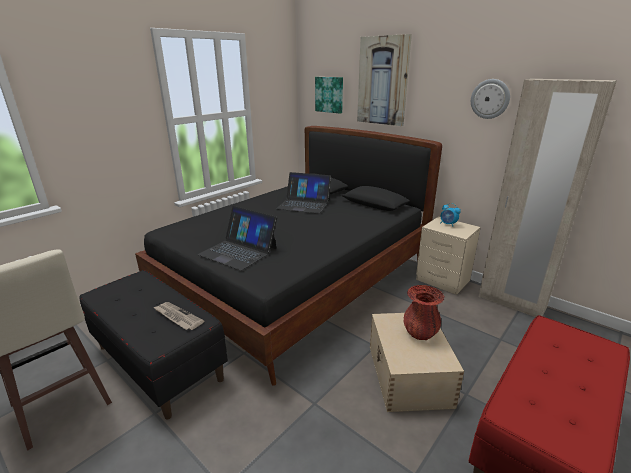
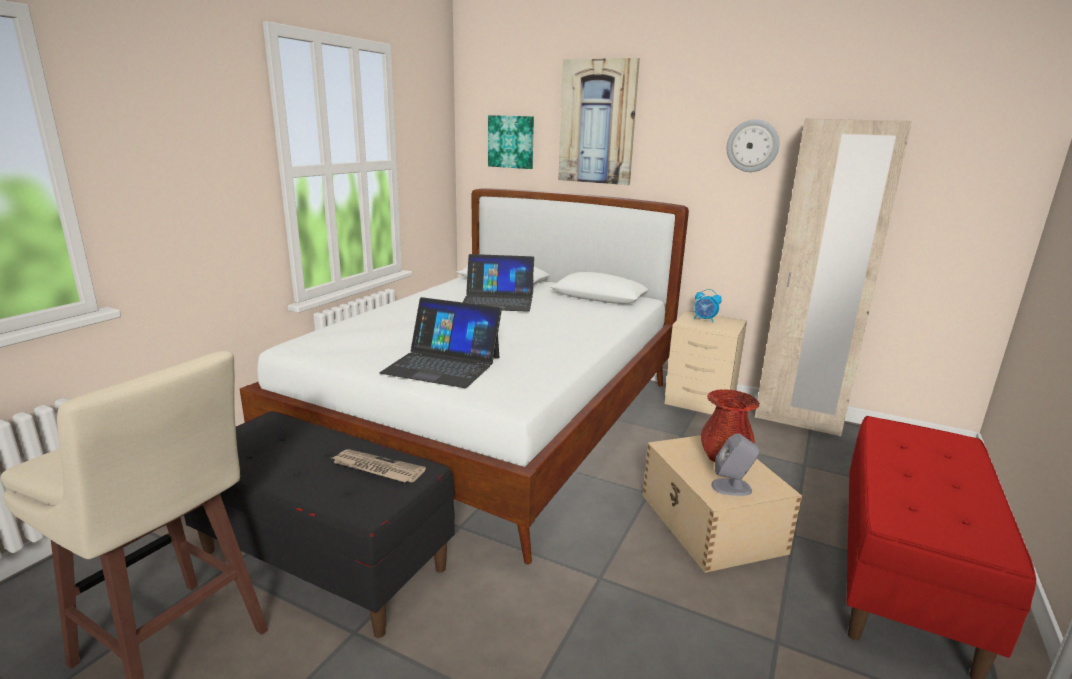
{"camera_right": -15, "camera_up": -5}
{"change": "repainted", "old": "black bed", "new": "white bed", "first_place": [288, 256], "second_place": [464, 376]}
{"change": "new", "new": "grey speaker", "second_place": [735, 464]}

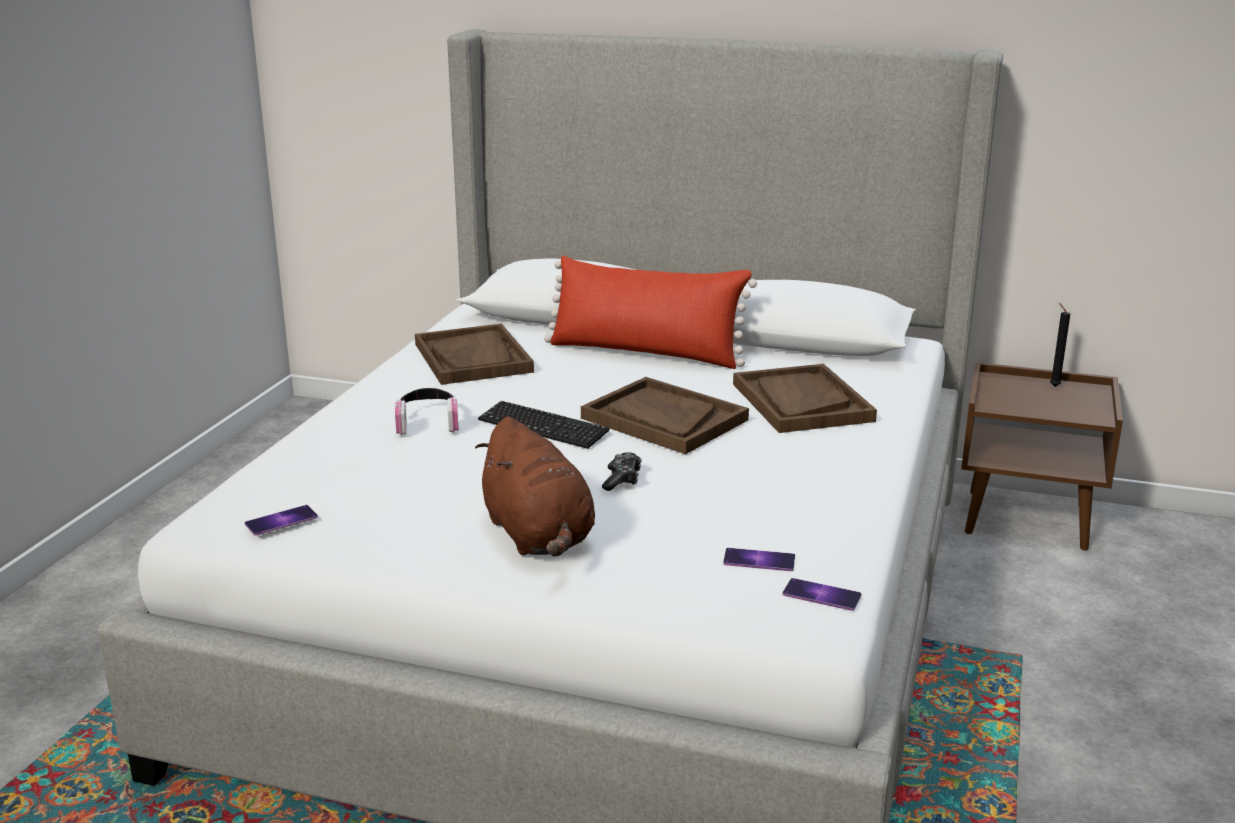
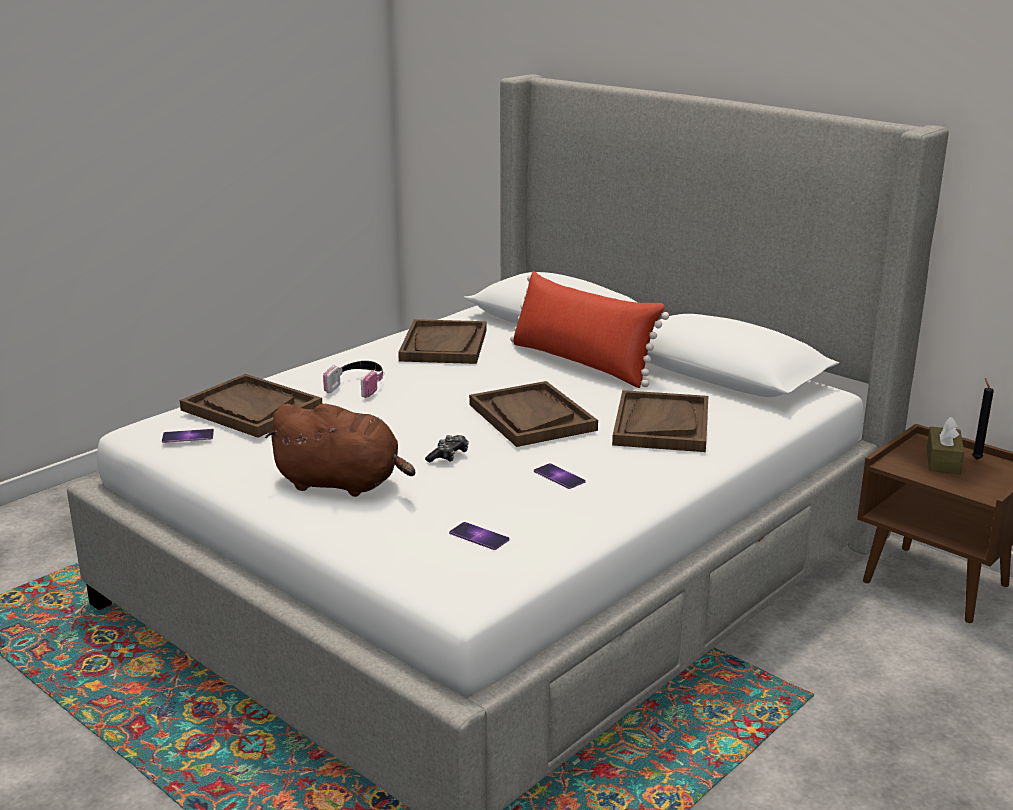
{"camera_right": 25, "camera_up": 0}
{"change": "gone", "old": "keyboard", "first_place": [544, 425]}
{"change": "rotated", "old": "brown plush toy", "first_place": [535, 486], "second_place": [340, 450], "degrees": -75}
{"change": "shifted", "old": "phone", "first_place": [822, 594], "second_place": [560, 476]}
{"change": "new", "new": "brown tray", "second_place": [251, 406]}
{"change": "new", "new": "brown tissue box", "second_place": [945, 445]}

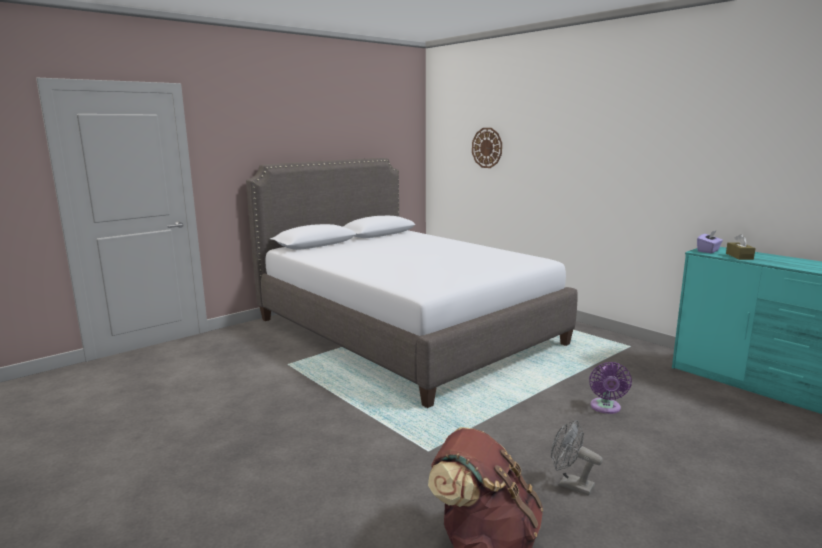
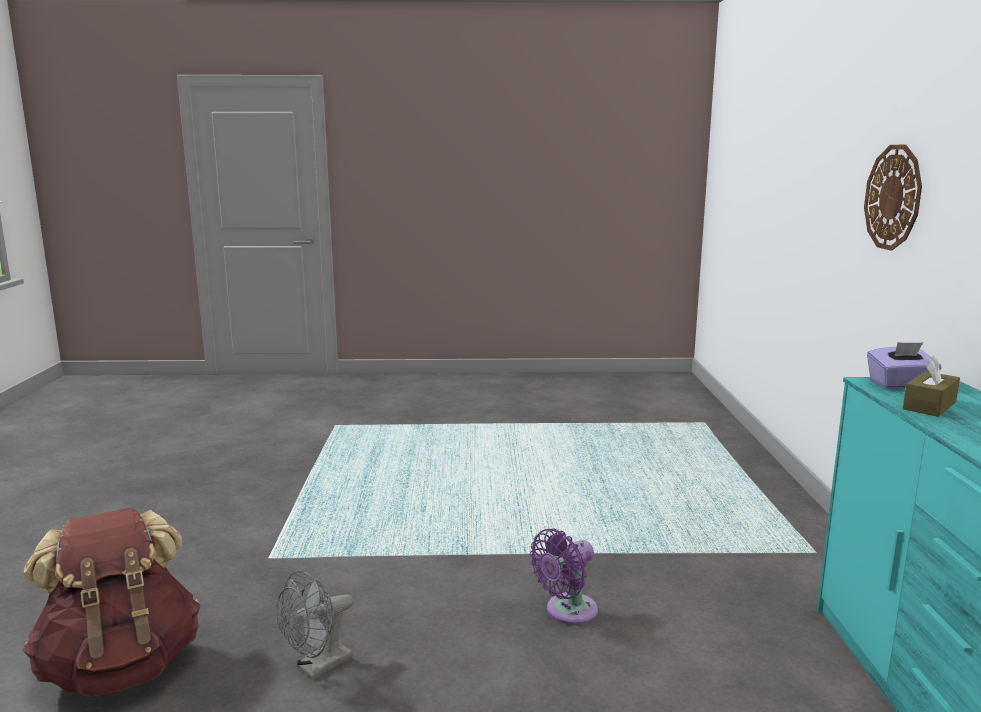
{"camera_right": 40, "camera_up": 0}
{"change": "shifted", "old": "wall clock", "first_place": [487, 148], "second_place": [893, 198]}
{"change": "gone", "old": "grey bed", "first_place": [412, 283]}
{"change": "rotated", "old": "grey fan", "first_place": [577, 458], "second_place": [315, 625], "degrees": -120}

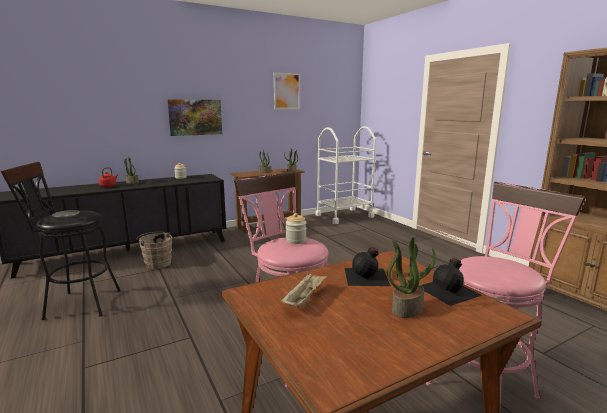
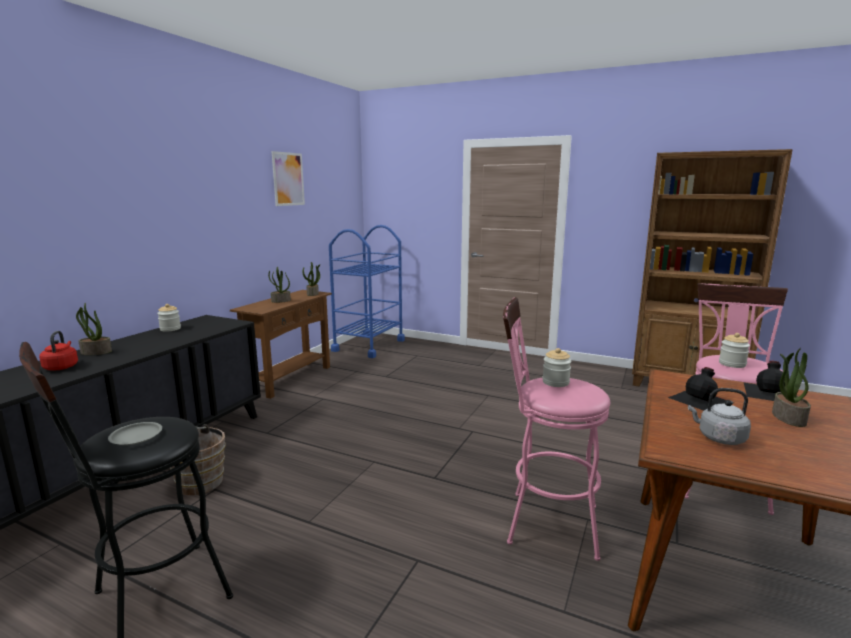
{"camera_right": -35, "camera_up": 0}
{"change": "gone", "old": "picture", "first_place": [194, 117]}
{"change": "repainted", "old": "white cart", "new": "blue cart", "first_place": [345, 175], "second_place": [367, 291]}
{"change": "swapped", "old": "beige tray", "new": "grey kettle", "first_place": [303, 289], "second_place": [719, 416]}
{"change": "new", "new": "jar", "second_place": [734, 350]}

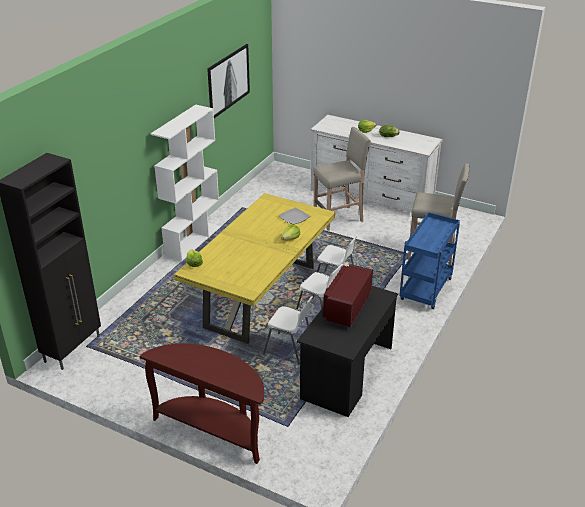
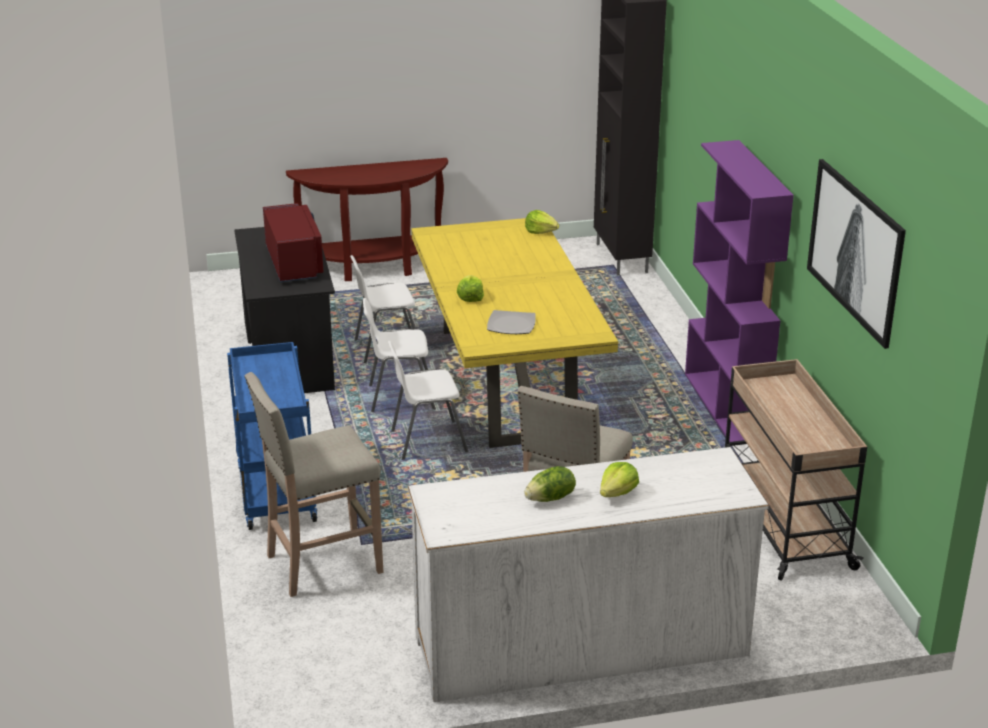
{"camera_right": 140, "camera_up": -5}
{"change": "repainted", "old": "white bookcase", "new": "purple bookcase", "first_place": [186, 183], "second_place": [739, 291]}
{"change": "new", "new": "beige cart", "second_place": [796, 470]}

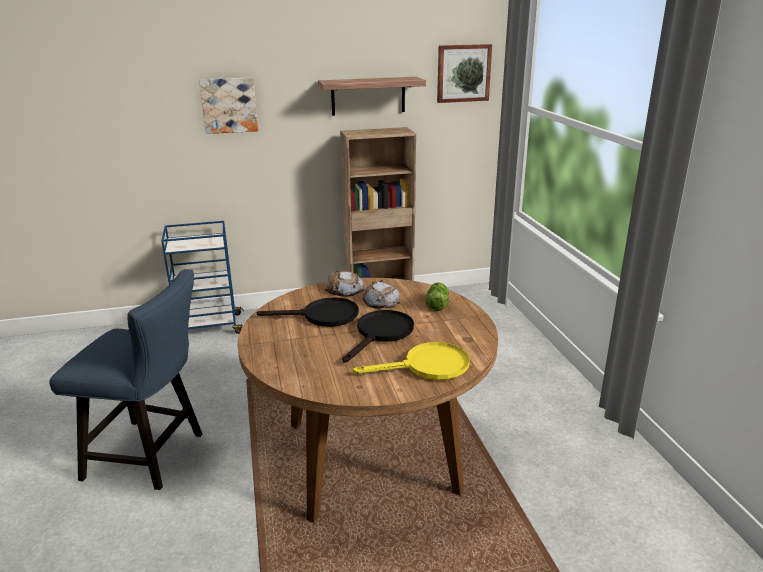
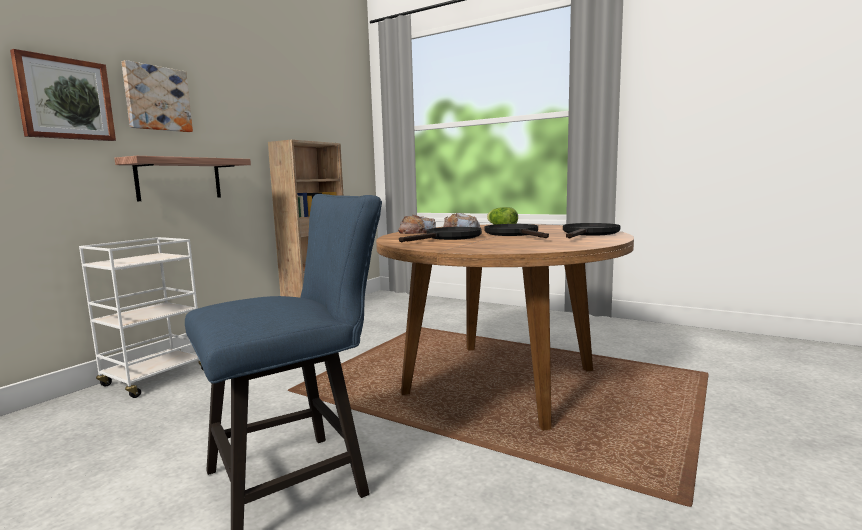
{"camera_right": -45, "camera_up": -15}
{"change": "shifted", "old": "picture", "first_place": [464, 73], "second_place": [63, 95]}
{"change": "shifted", "old": "shelf", "first_place": [372, 96], "second_place": [182, 178]}
{"change": "repainted", "old": "blue cart", "new": "white cart", "first_place": [202, 277], "second_place": [141, 317]}
{"change": "repainted", "old": "yellow frying pan", "new": "black frying pan", "first_place": [411, 361], "second_place": [591, 230]}

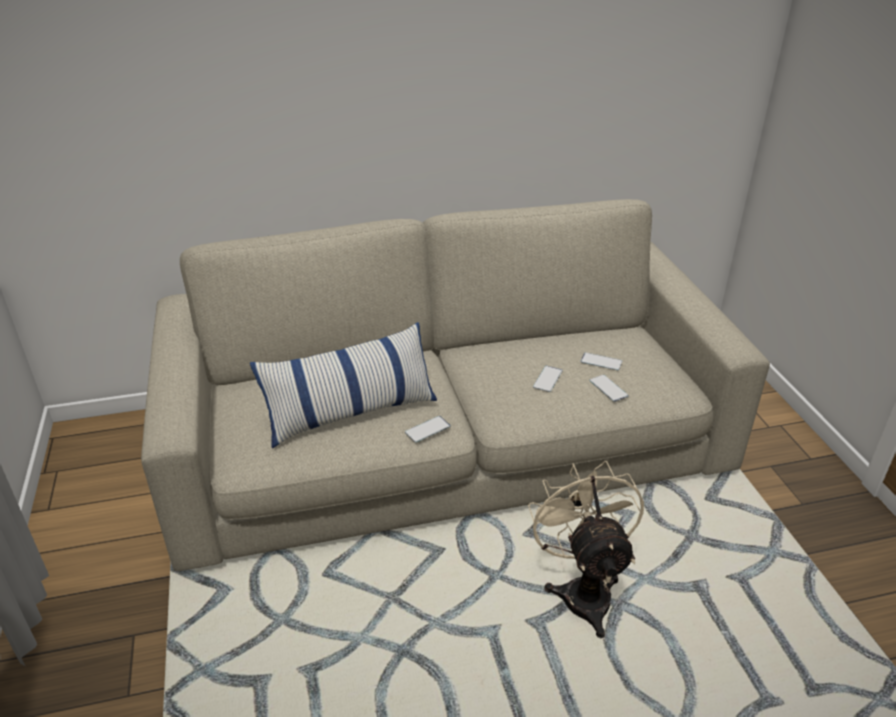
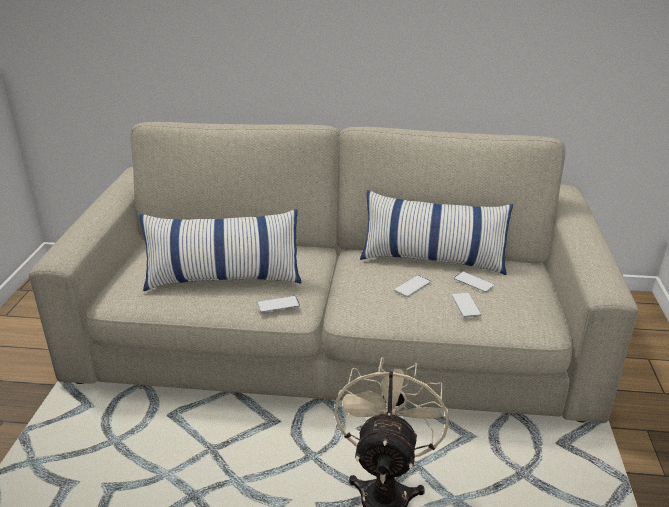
{"camera_right": 20, "camera_up": -5}
{"change": "new", "new": "pillow", "second_place": [436, 232]}

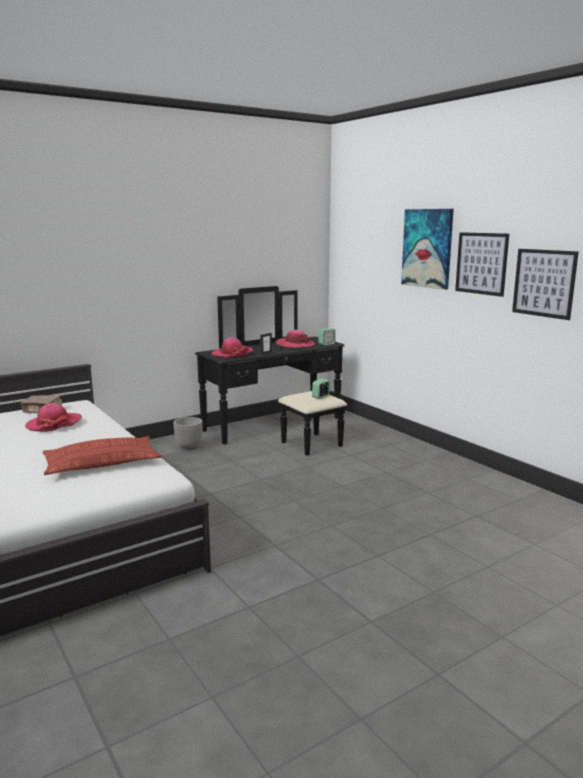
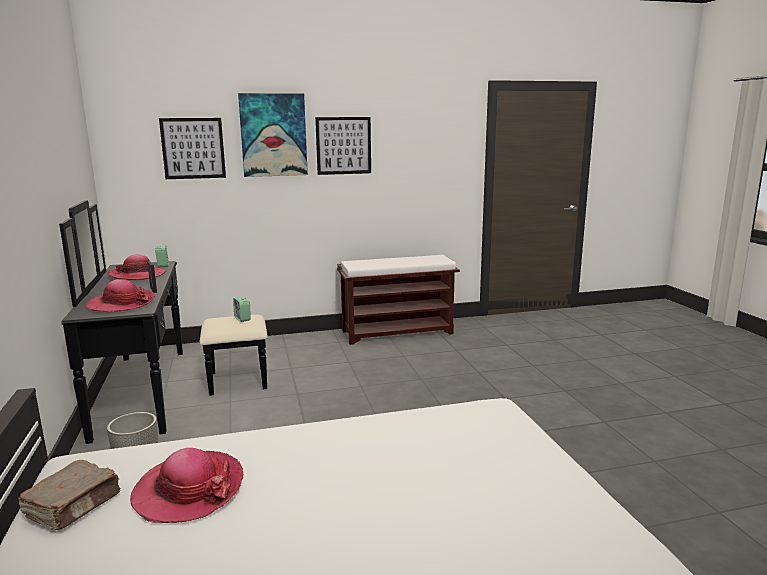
{"camera_right": -70, "camera_up": 0}
{"change": "shifted", "old": "picture", "first_place": [545, 284], "second_place": [192, 148]}
{"change": "gone", "old": "pillow", "first_place": [102, 455]}
{"change": "new", "new": "brown bench", "second_place": [398, 300]}

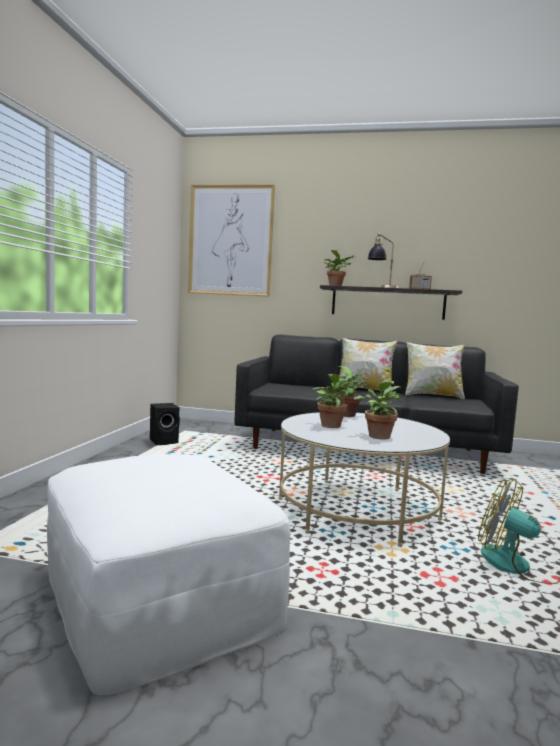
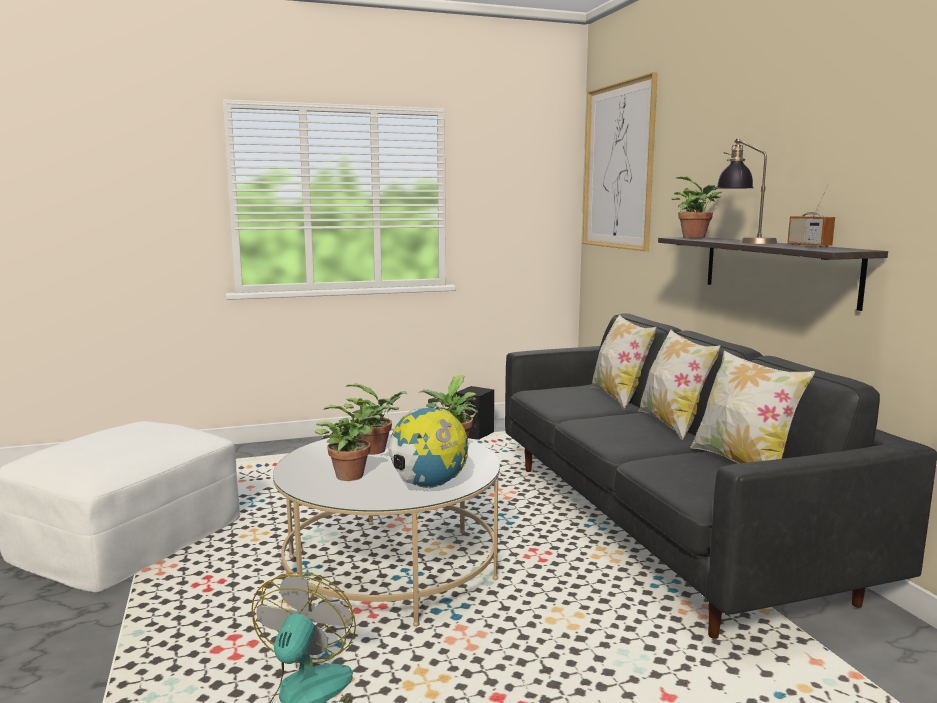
{"camera_right": 60, "camera_up": 5}
{"change": "new", "new": "pillow", "second_place": [623, 362]}
{"change": "new", "new": "globe", "second_place": [429, 448]}

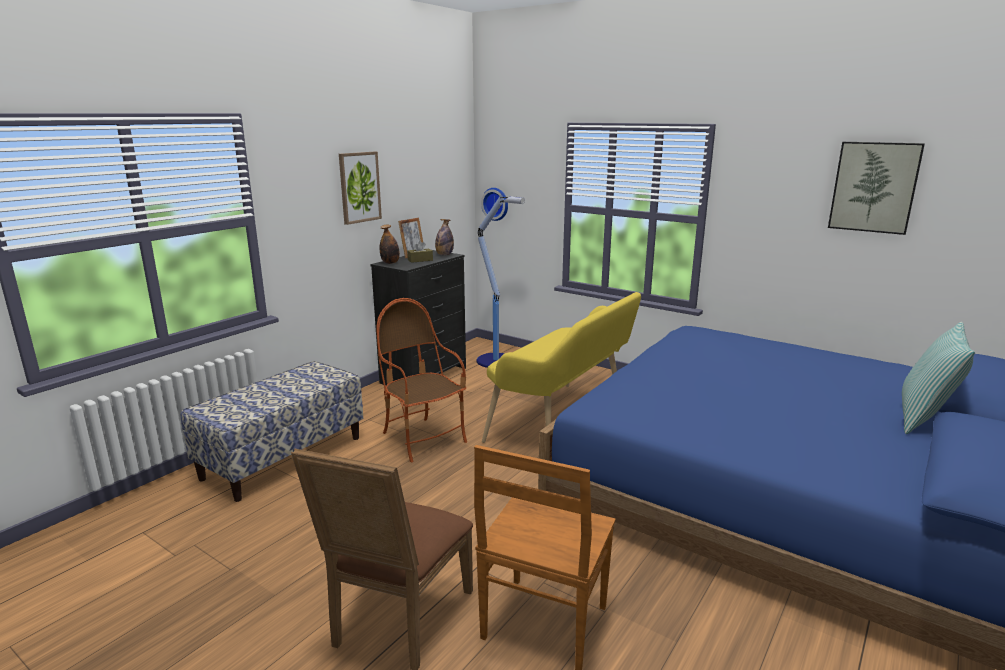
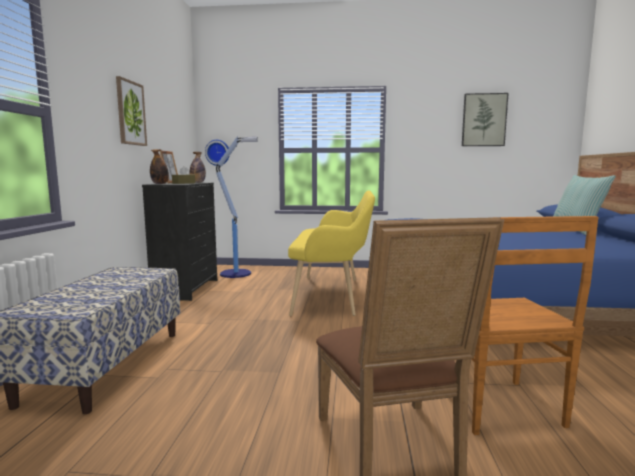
{"camera_right": -30, "camera_up": -10}
{"change": "gone", "old": "armchair", "first_place": [421, 380]}

